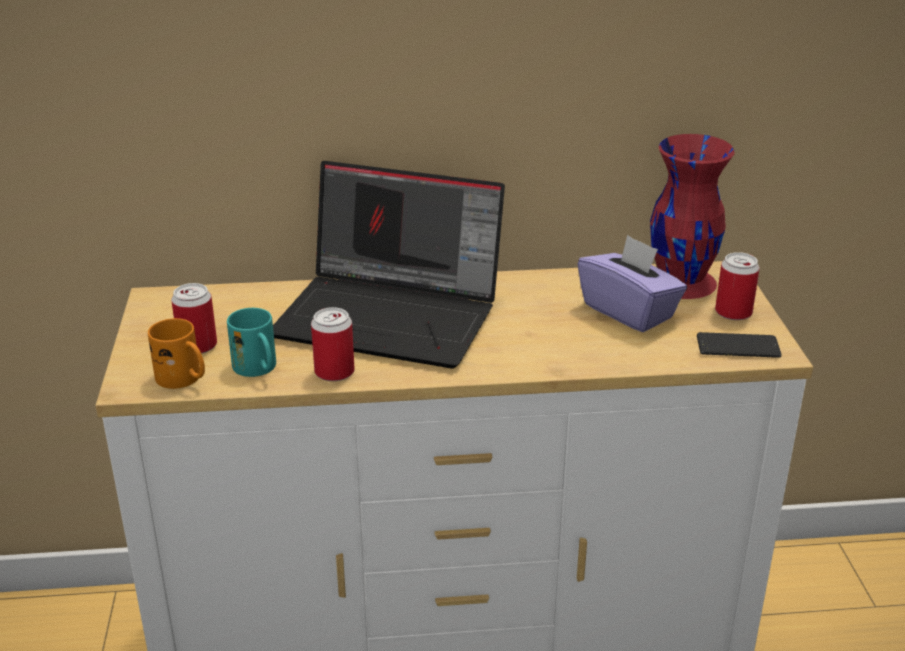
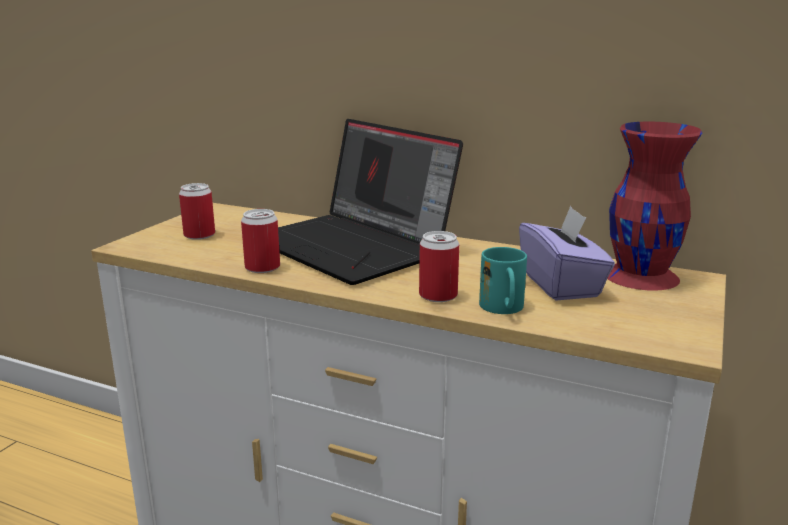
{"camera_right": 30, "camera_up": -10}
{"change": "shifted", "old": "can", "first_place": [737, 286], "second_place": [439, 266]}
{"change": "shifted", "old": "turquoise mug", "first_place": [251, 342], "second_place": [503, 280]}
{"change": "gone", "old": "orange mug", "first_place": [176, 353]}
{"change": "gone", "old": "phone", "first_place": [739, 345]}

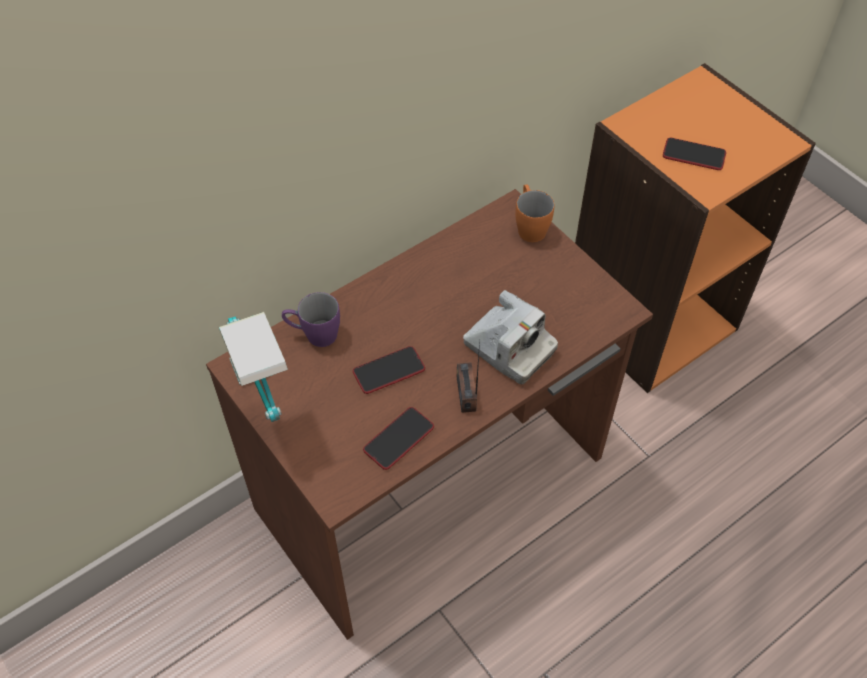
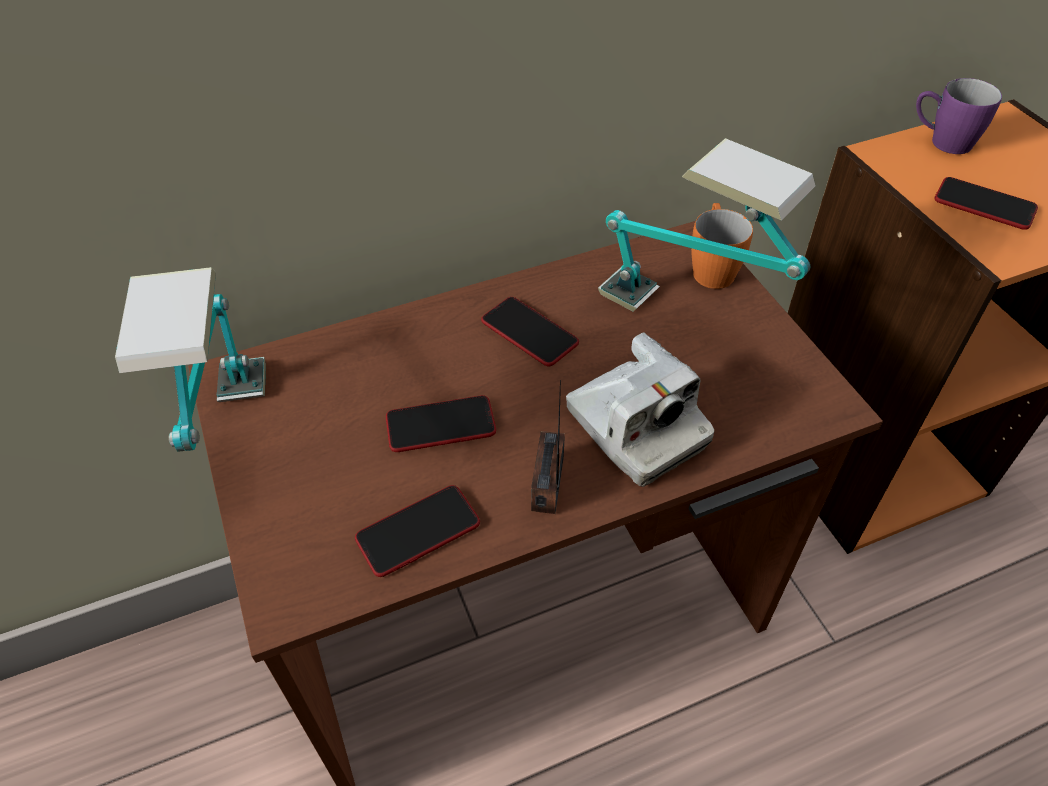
{"camera_right": 15, "camera_up": -5}
{"change": "shifted", "old": "purple mug", "first_place": [311, 319], "second_place": [959, 116]}
{"change": "new", "new": "table lamp", "second_place": [707, 225]}
{"change": "new", "new": "phone", "second_place": [530, 331]}

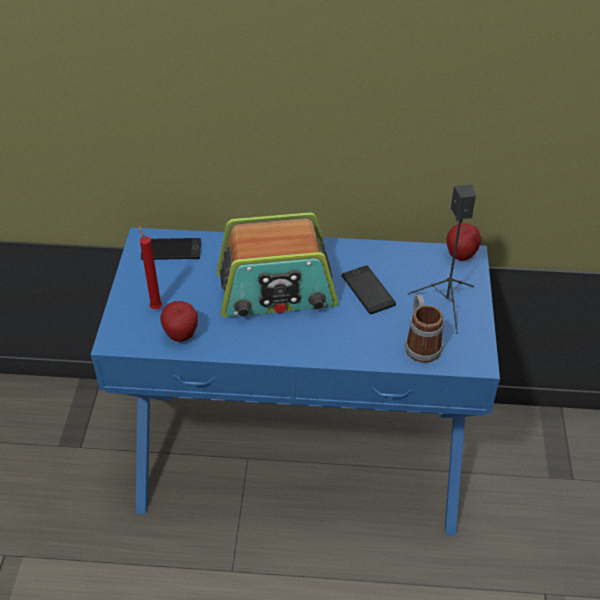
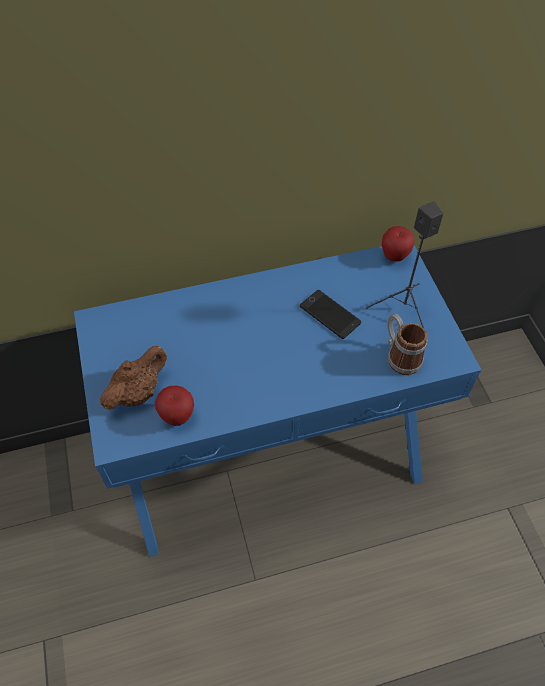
{"camera_right": -20, "camera_up": 10}
{"change": "gone", "old": "radio", "first_place": [277, 264]}
{"change": "swapped", "old": "red candle", "new": "brown teapot", "first_place": [150, 267], "second_place": [133, 378]}
{"change": "gone", "old": "phone", "first_place": [171, 249]}

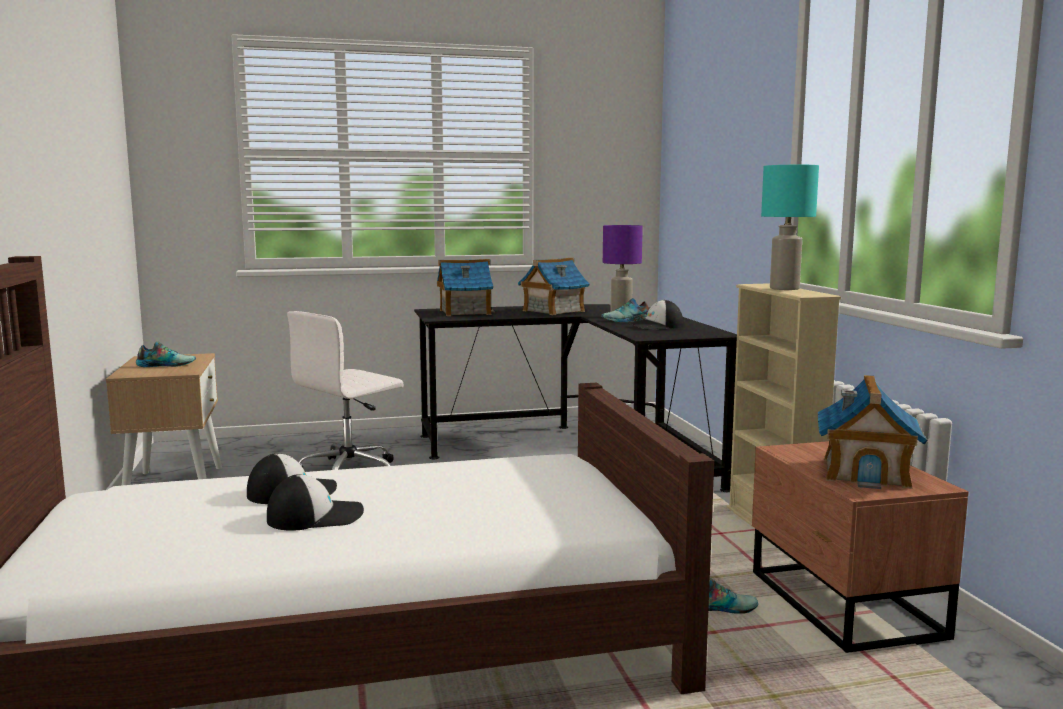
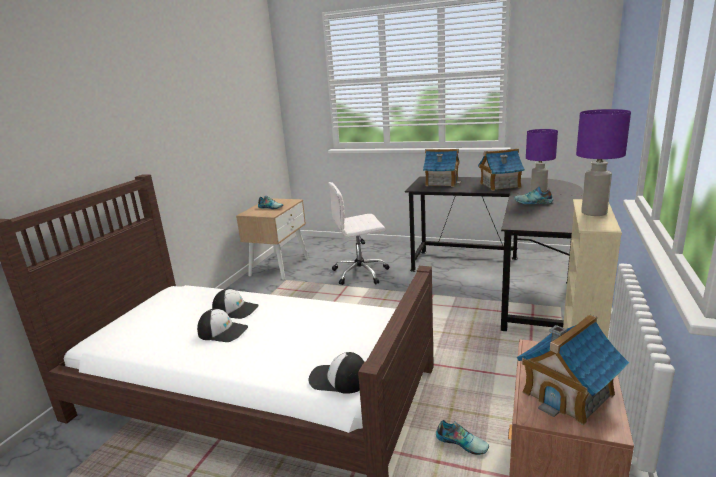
{"camera_right": 35, "camera_up": 10}
{"change": "repainted", "old": "turquoise table lamp", "new": "purple table lamp", "first_place": [790, 227], "second_place": [603, 162]}
{"change": "shifted", "old": "cap", "first_place": [655, 315], "second_place": [336, 373]}

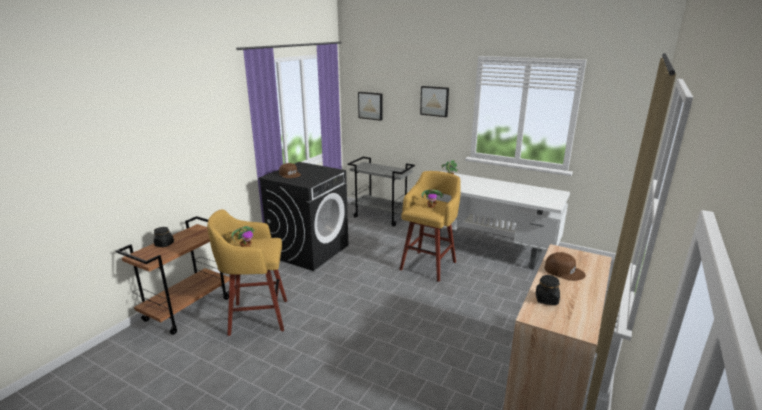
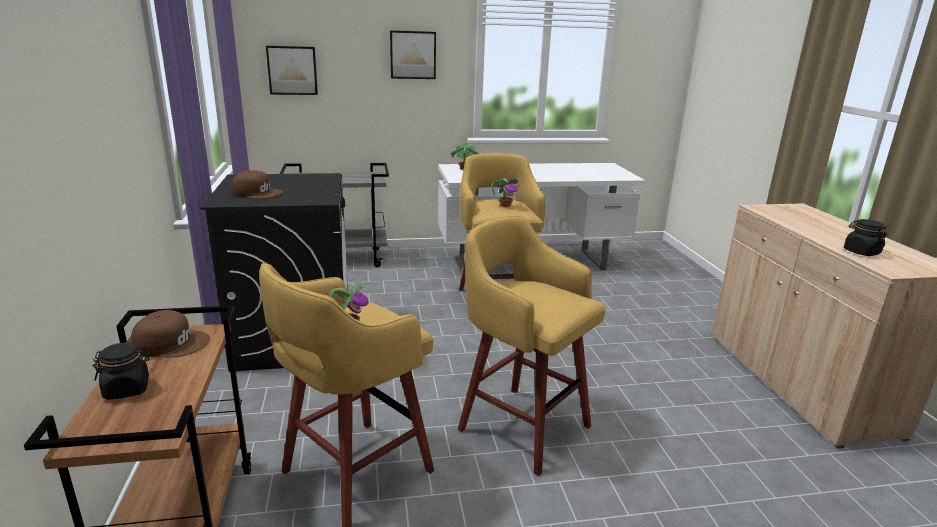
{"camera_right": -40, "camera_up": 0}
{"change": "shifted", "old": "brown cap", "first_place": [565, 266], "second_place": [170, 334]}
{"change": "new", "new": "yellow stool", "second_place": [532, 346]}

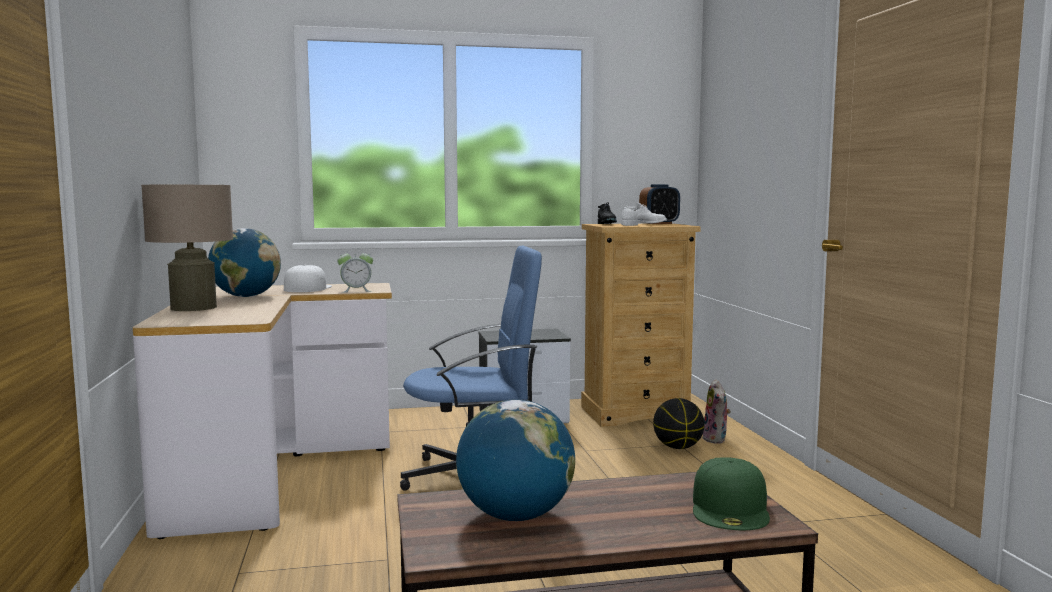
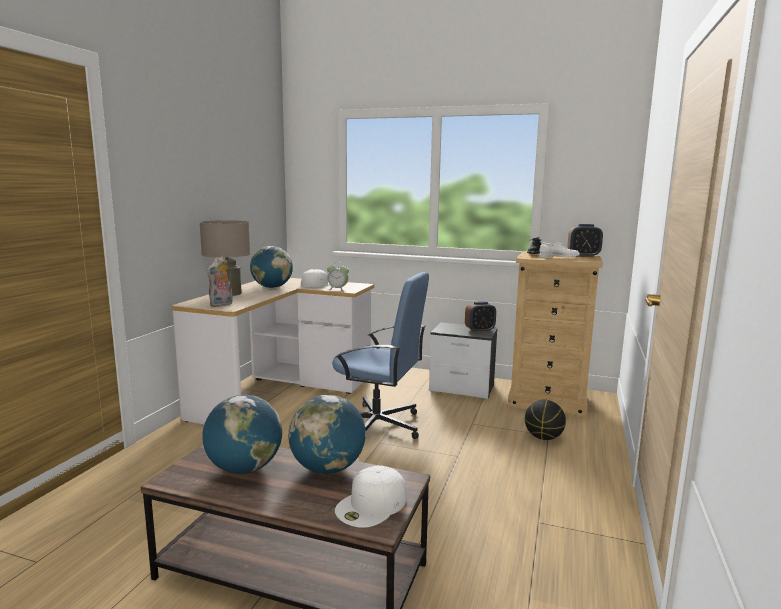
{"camera_right": 30, "camera_up": 5}
{"change": "shifted", "old": "plush toy", "first_place": [717, 411], "second_place": [219, 281]}
{"change": "repainted", "old": "green cap", "new": "white cap", "first_place": [731, 493], "second_place": [371, 496]}
{"change": "new", "new": "alarm clock", "second_place": [480, 317]}
{"change": "new", "new": "globe", "second_place": [327, 434]}

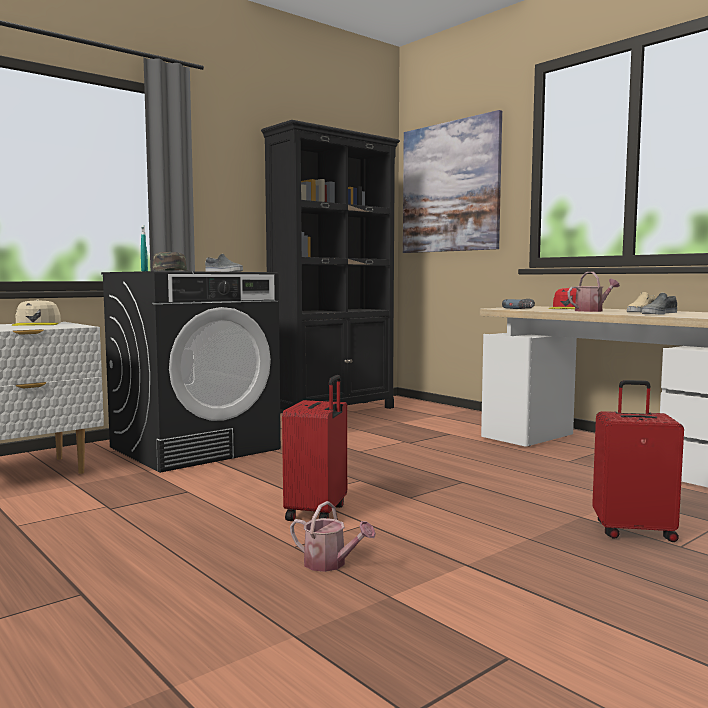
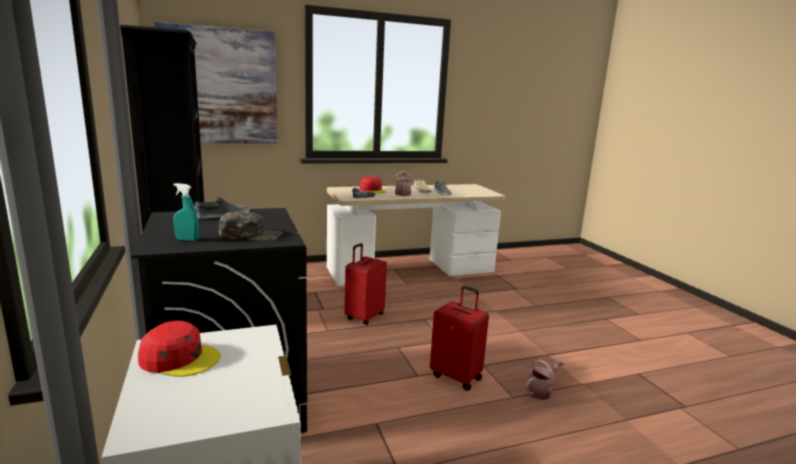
{"camera_right": -70, "camera_up": 10}
{"change": "repainted", "old": "beige cap", "new": "red cap", "first_place": [36, 312], "second_place": [179, 349]}
{"change": "shifted", "old": "red suitcase", "first_place": [638, 461], "second_place": [366, 284]}

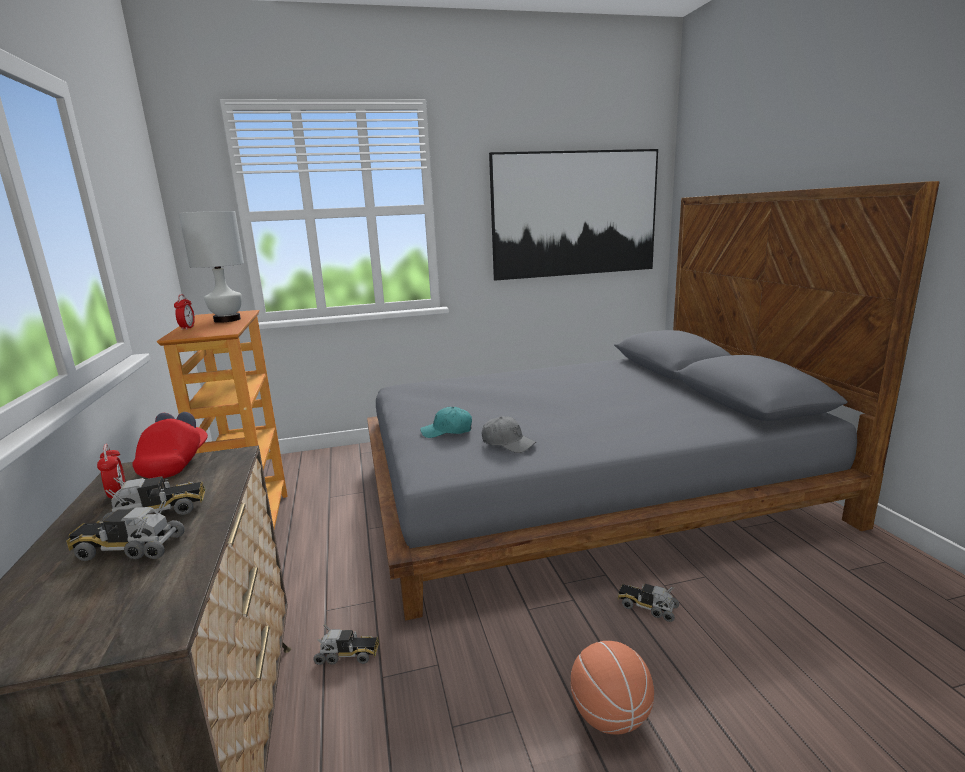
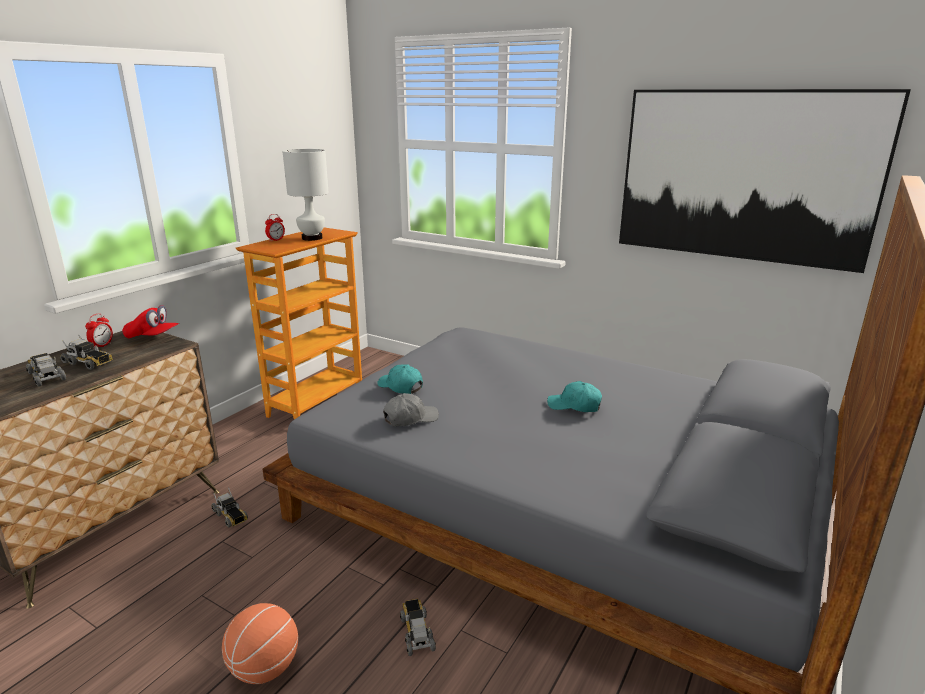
{"camera_right": 45, "camera_up": 5}
{"change": "rotated", "old": "red cap", "first_place": [170, 445], "second_place": [150, 322], "degrees": 60}
{"change": "rotated", "old": "grey cap", "first_place": [509, 434], "second_place": [411, 410], "degrees": -105}
{"change": "new", "new": "turquoise cap", "second_place": [574, 396]}

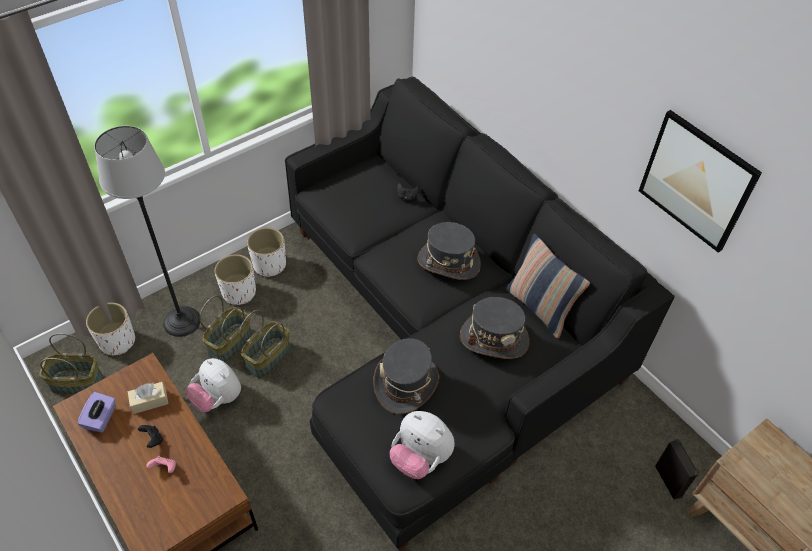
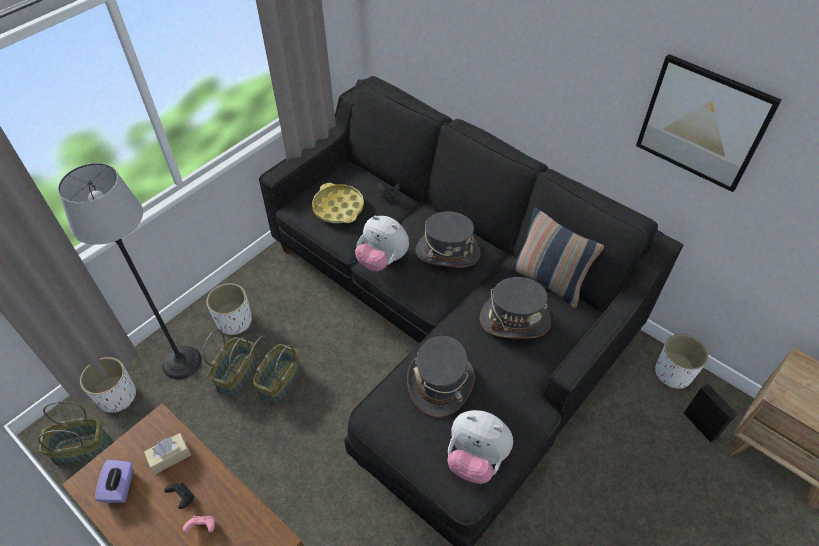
{"camera_right": -10, "camera_up": 0}
{"change": "shifted", "old": "white planter", "first_place": [266, 252], "second_place": [681, 361]}
{"change": "shifted", "old": "plush toy", "first_place": [213, 385], "second_place": [382, 243]}
{"change": "new", "new": "yellow tray", "second_place": [338, 203]}

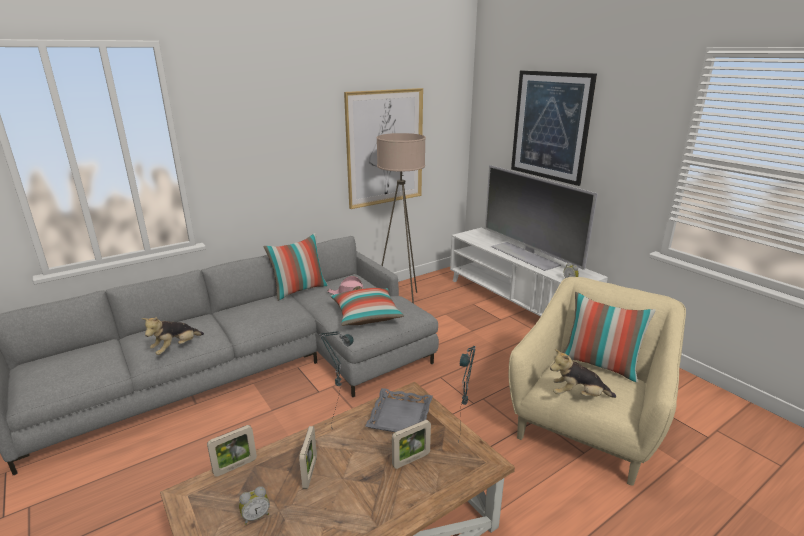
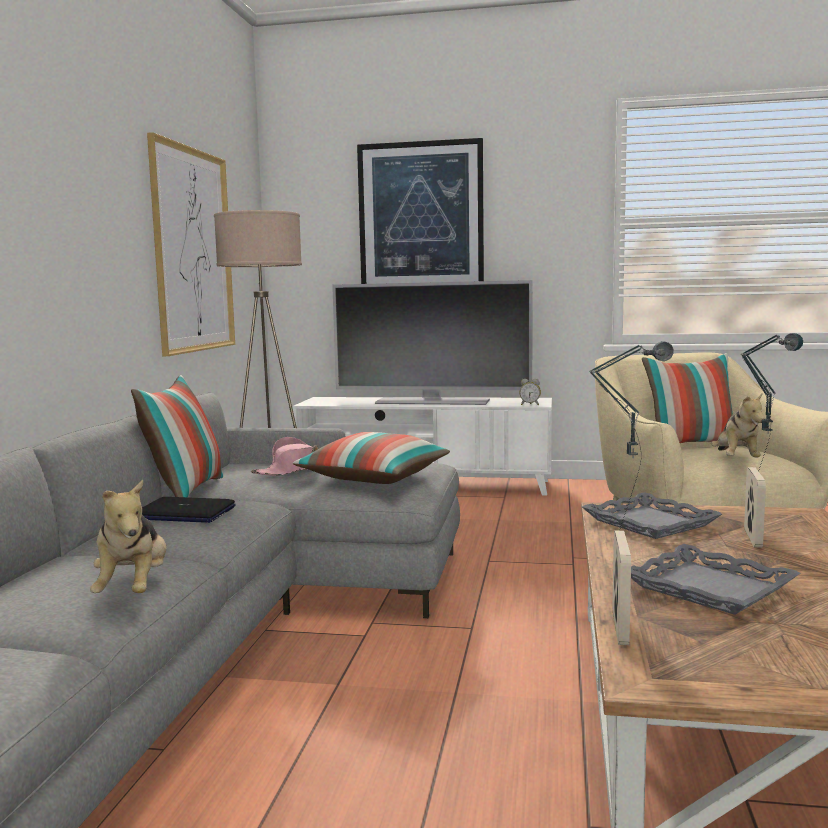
{"camera_right": -45, "camera_up": -15}
{"change": "rotated", "old": "plush toy", "first_place": [583, 373], "second_place": [738, 424], "degrees": -45}
{"change": "swapped", "old": "picture frame", "new": "grey tray", "first_place": [308, 457], "second_place": [715, 579]}
{"change": "gone", "old": "alarm clock", "first_place": [254, 505]}
{"change": "new", "new": "laptop", "second_place": [189, 510]}

